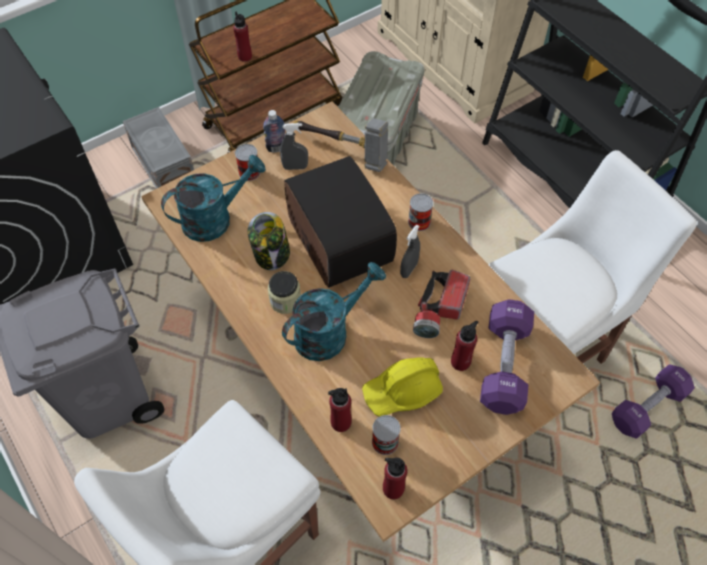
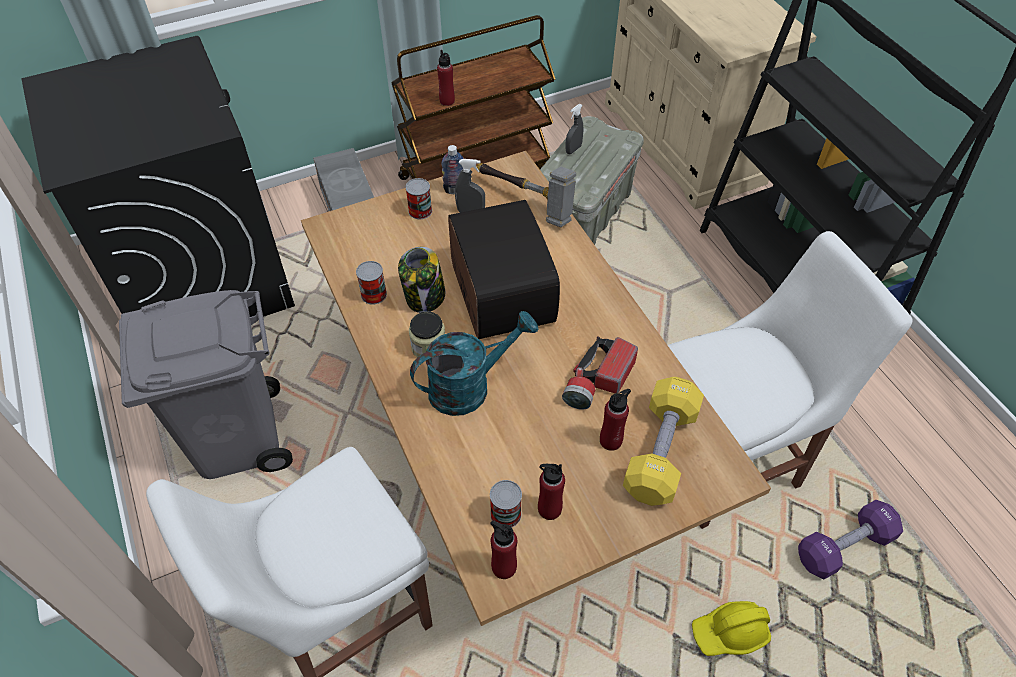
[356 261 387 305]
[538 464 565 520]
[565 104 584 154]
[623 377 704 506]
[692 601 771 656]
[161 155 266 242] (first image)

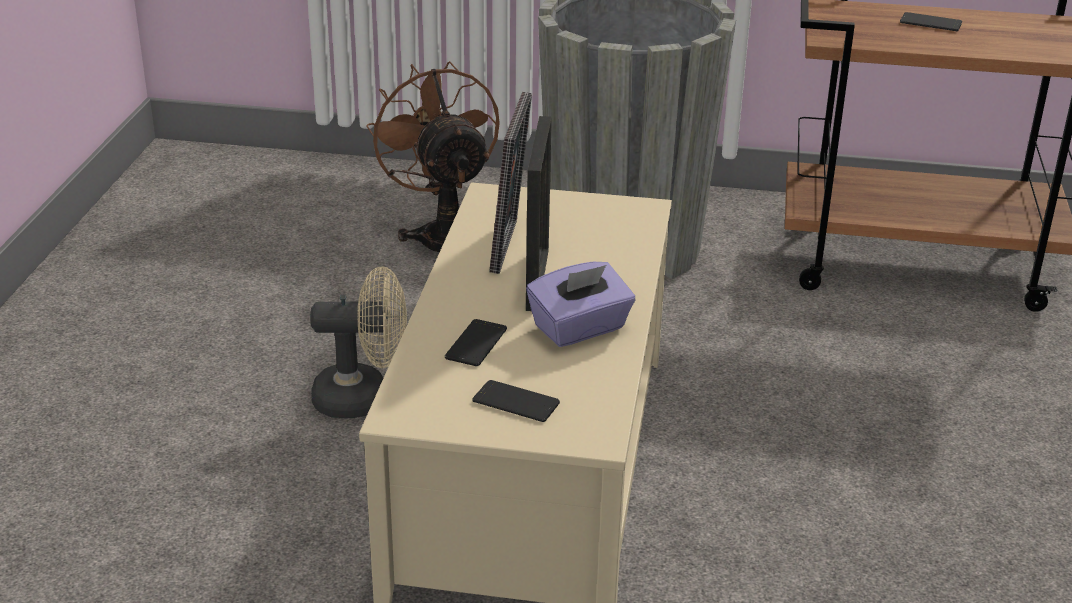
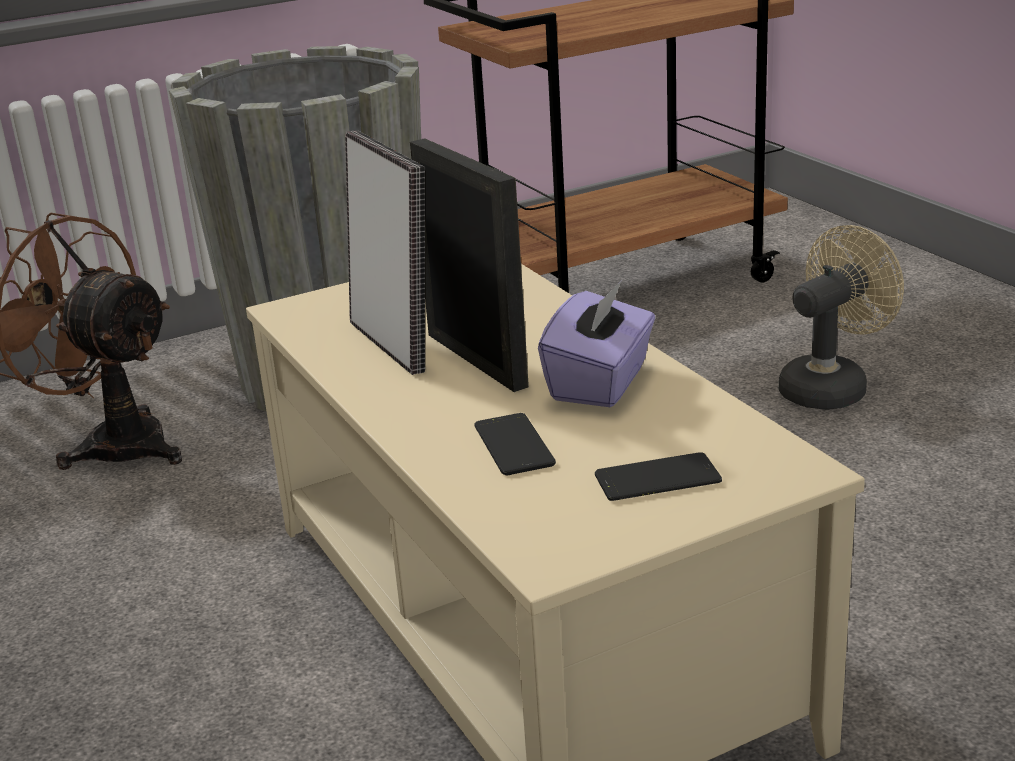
[779 225 904 410]
[900 12 962 31] (first image)

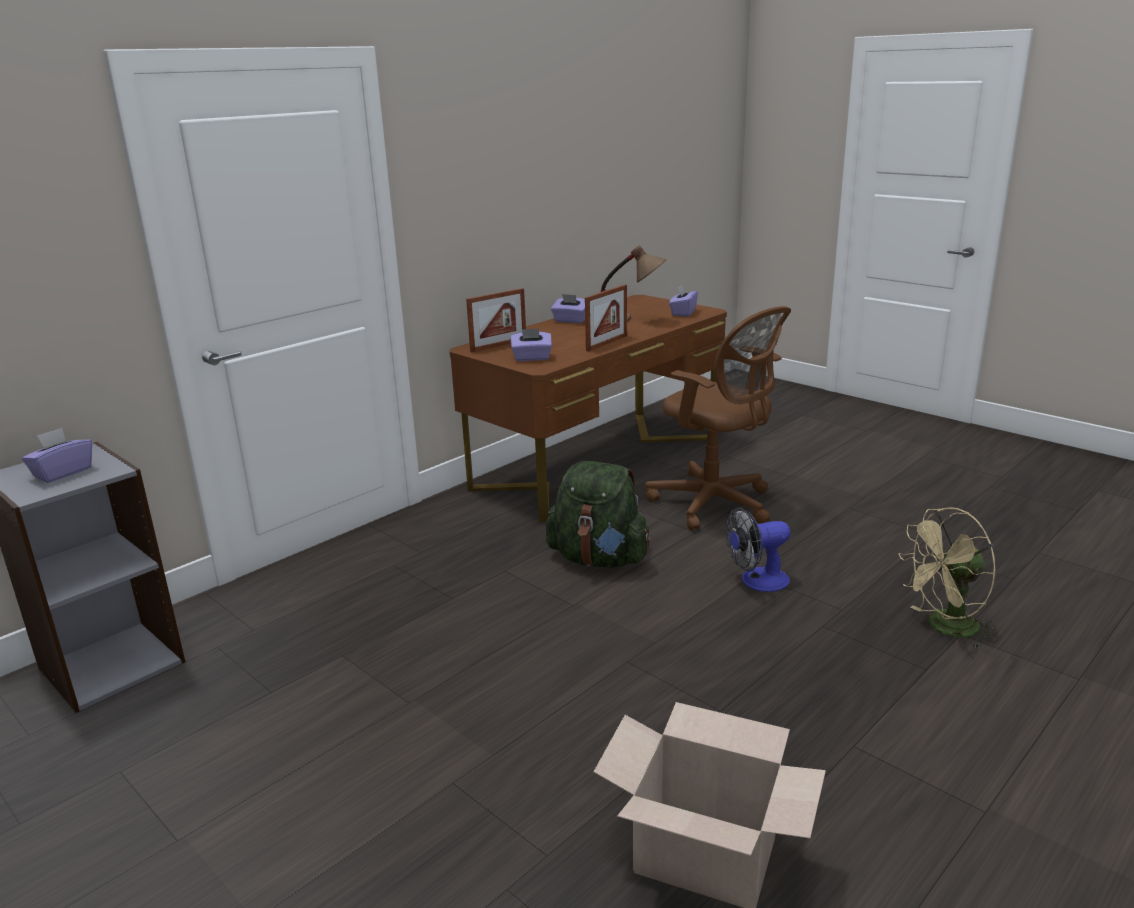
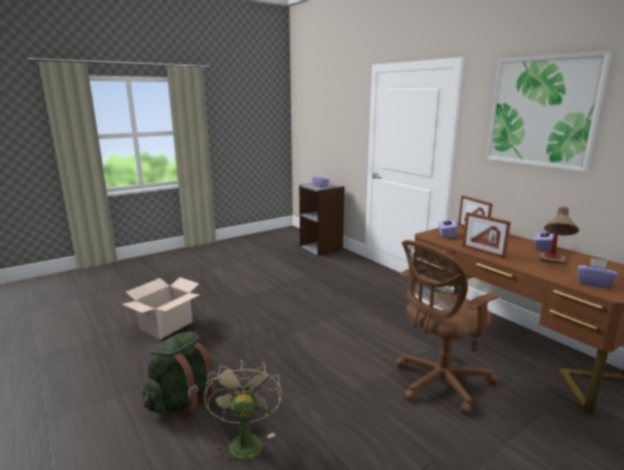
[143 331 217 417]
[486 51 613 172]
[725 507 790 592] (first image)

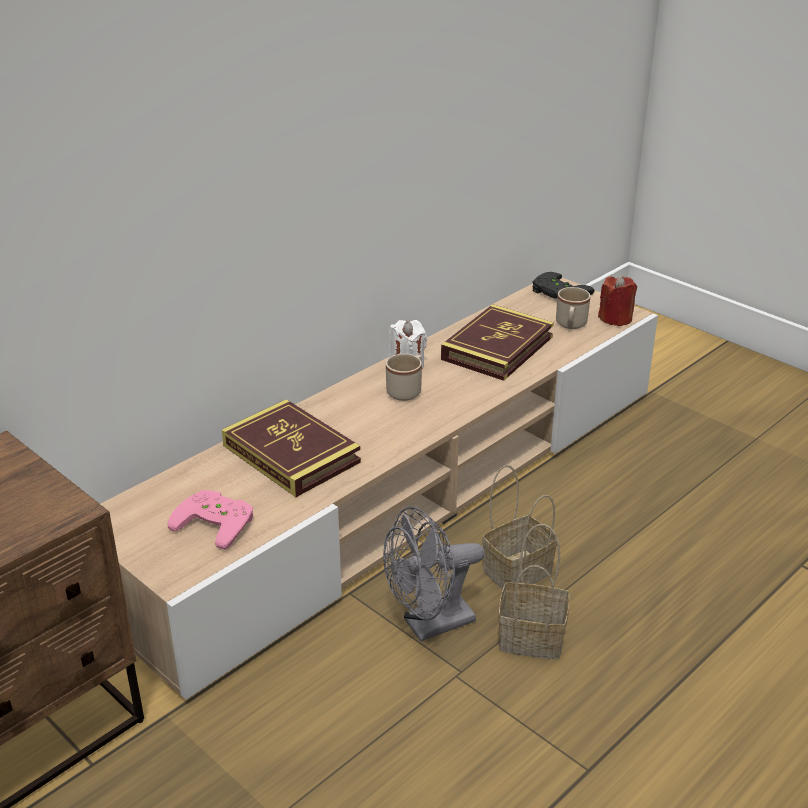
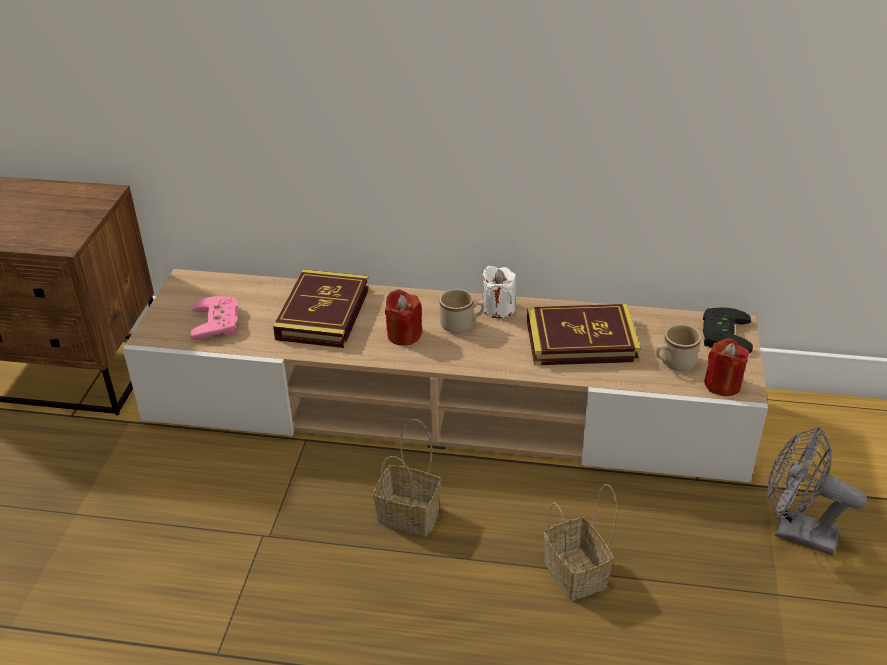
[385 289 423 345]
[544 484 617 601]
[768 427 867 555]

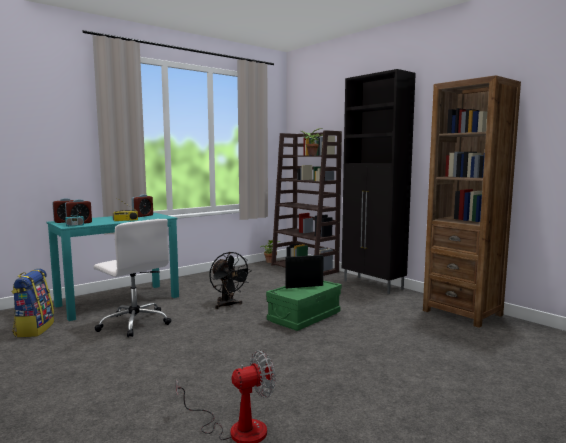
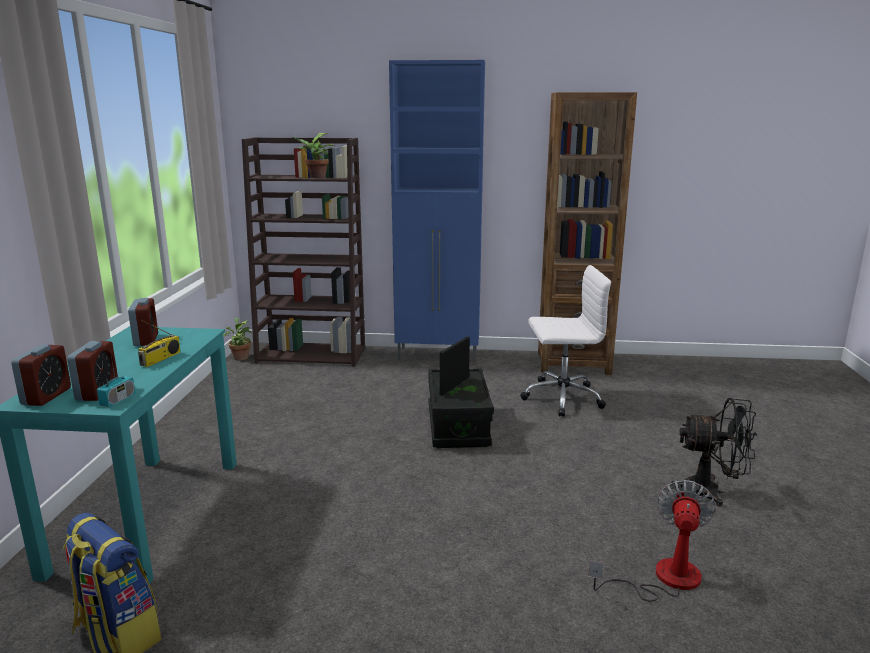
[389 60 485 363]
[428 368 494 448]
[520 265 611 417]
[670 398 757 507]

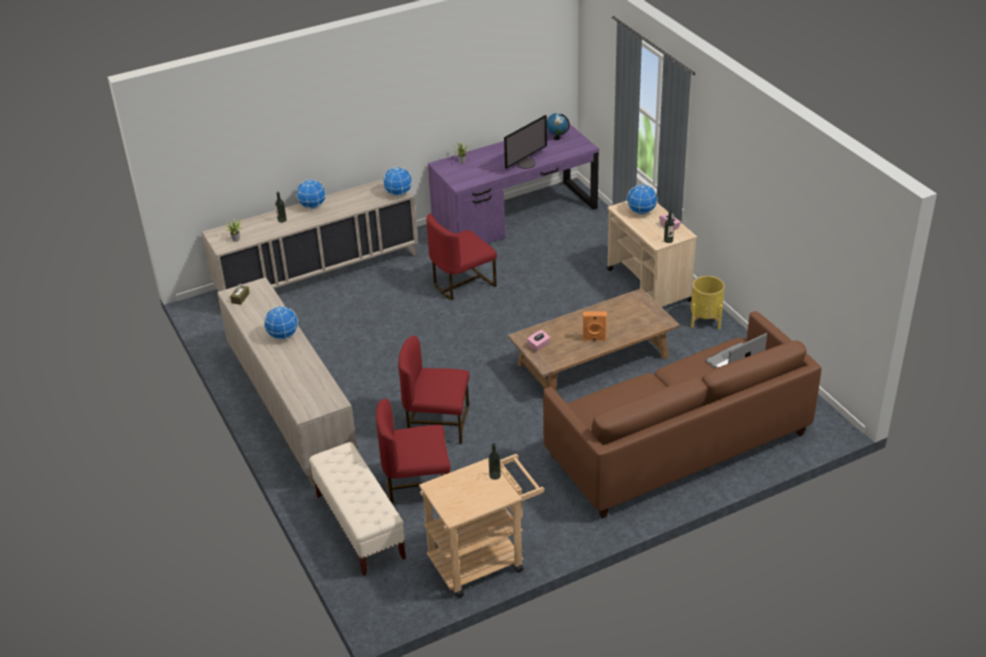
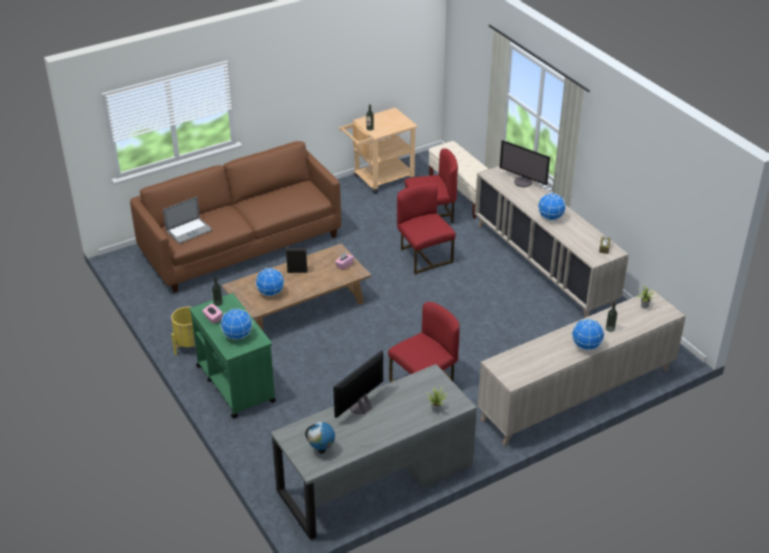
[189 293 276 418]
[255 268 284 296]
[271 364 477 540]
[286 248 308 273]
[397 183 456 274]
[500 140 550 187]

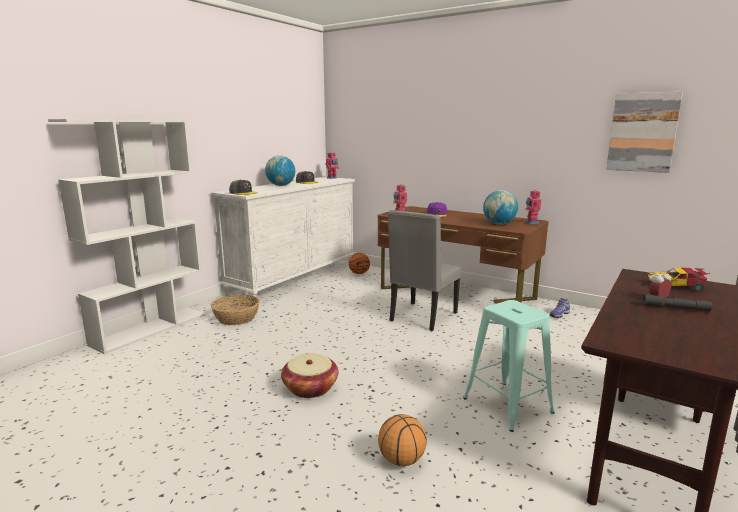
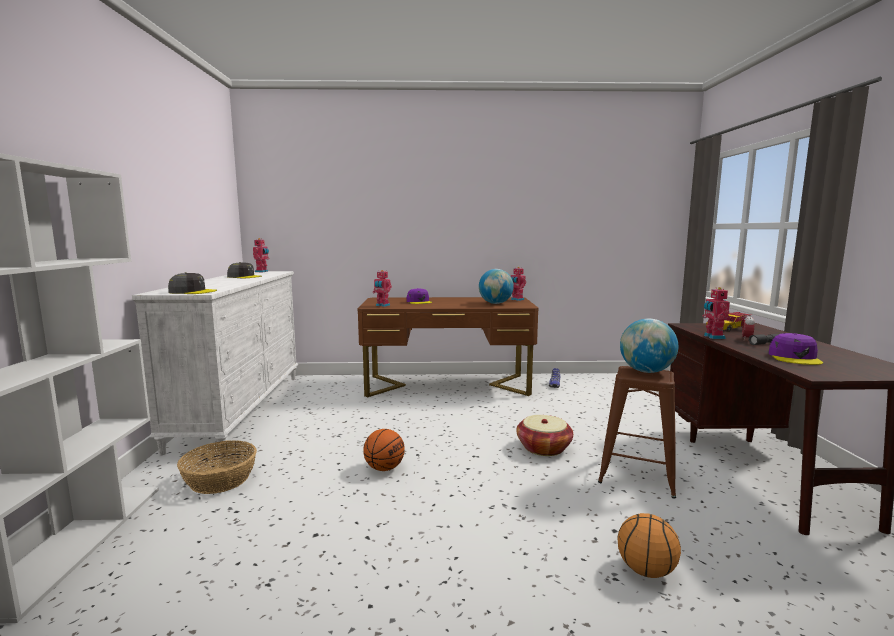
[363 429 405 471]
[516 415 573 456]
[598 366 676 498]
[620 319 678 373]
[703 287 730 339]
[769 333 823 365]
[388 210 461 331] (first image)
[606 92 683 173] (first image)

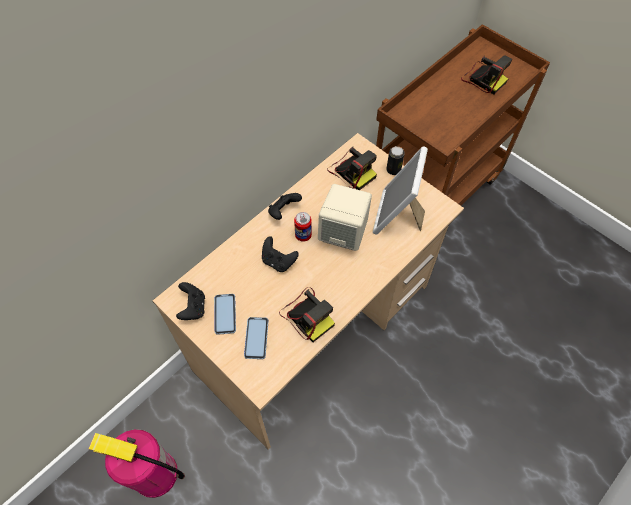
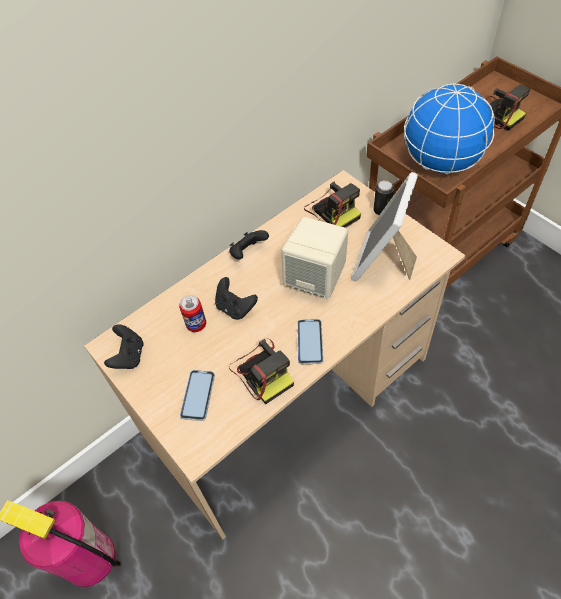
[179 295 206 332]
[297 319 323 364]
[404 83 495 175]

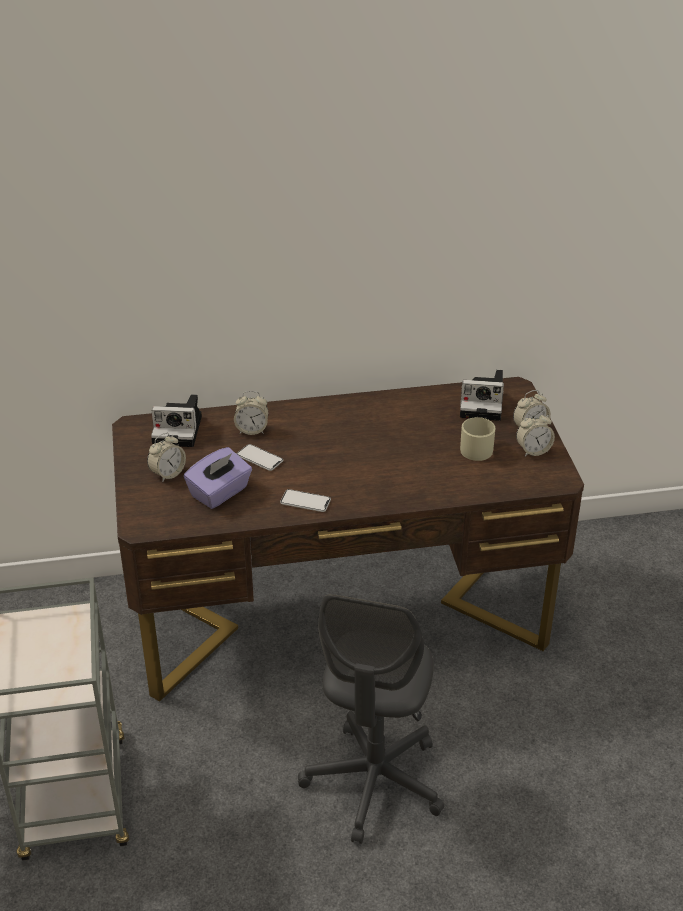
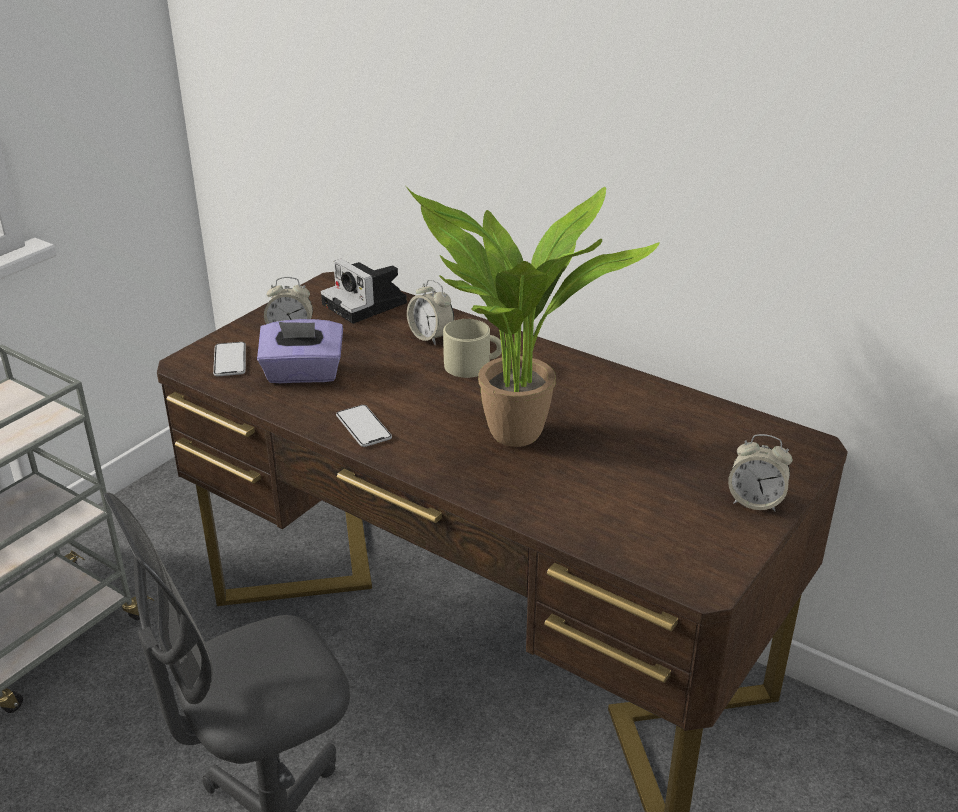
[213 342 246 376]
[406 187 660 447]
[443 319 502 378]
[460 370 504 421] (first image)
[516 411 555 456] (first image)

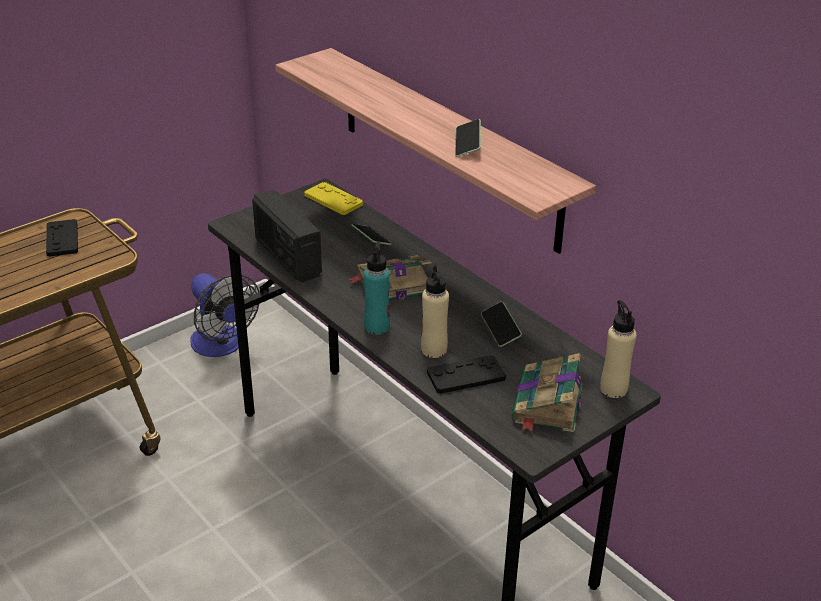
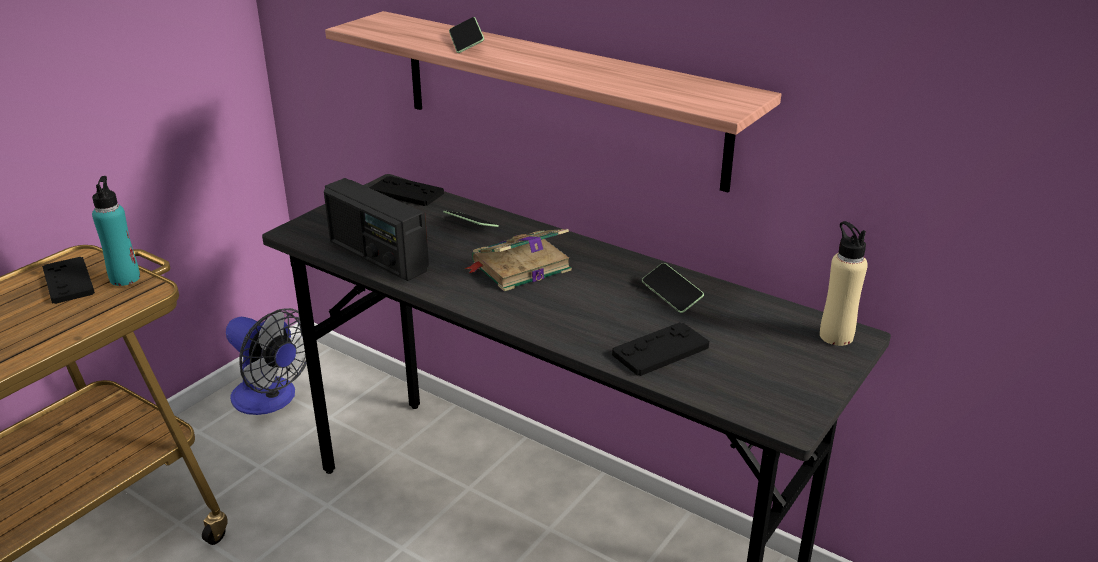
[92 176 140 286]
[370 176 444 206]
[449 17 484 53]
[421 265 449 358] (first image)
[511 353 582 432] (first image)

